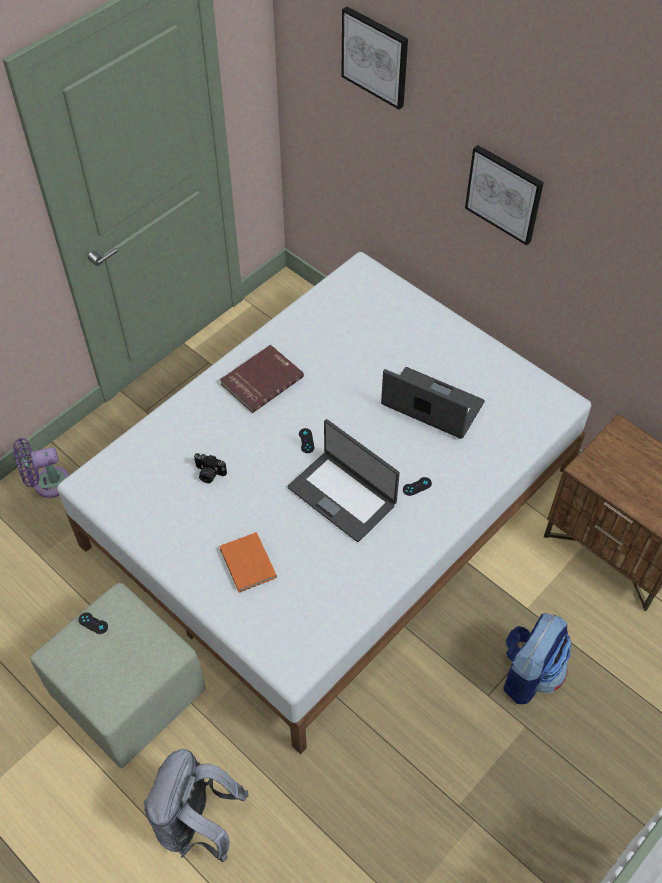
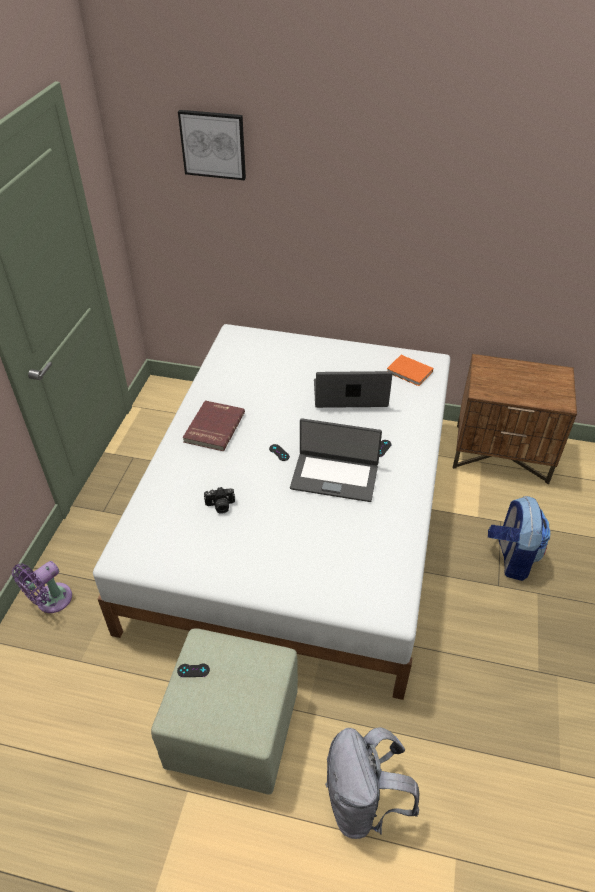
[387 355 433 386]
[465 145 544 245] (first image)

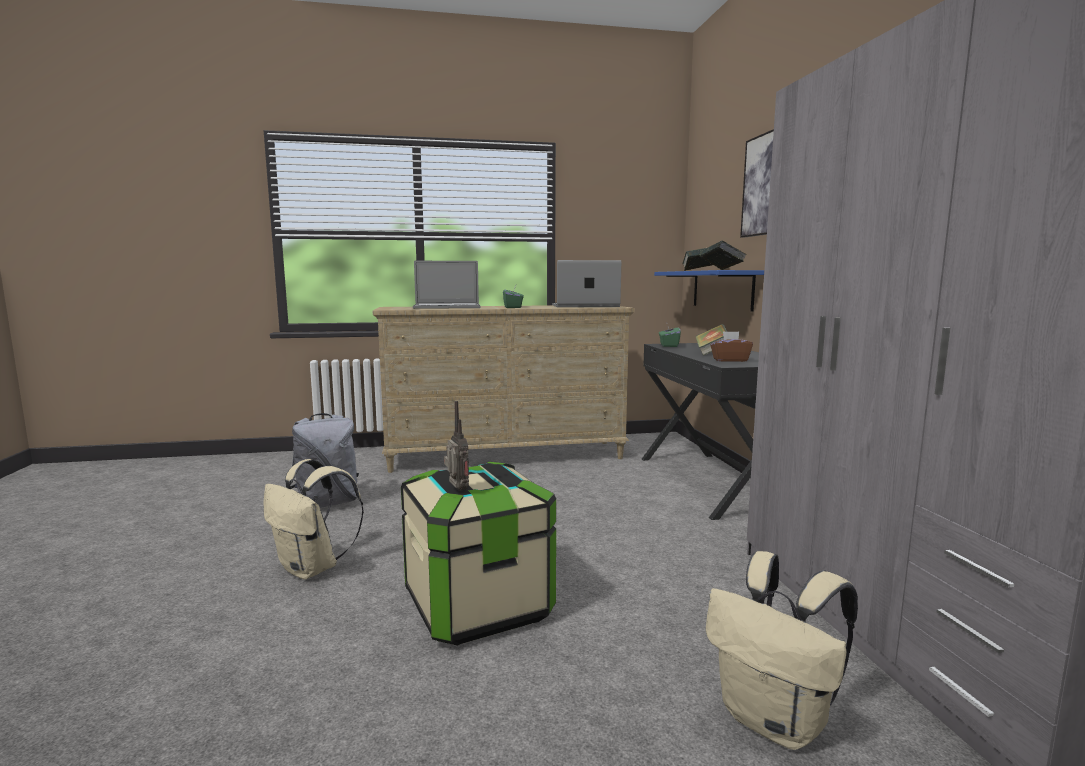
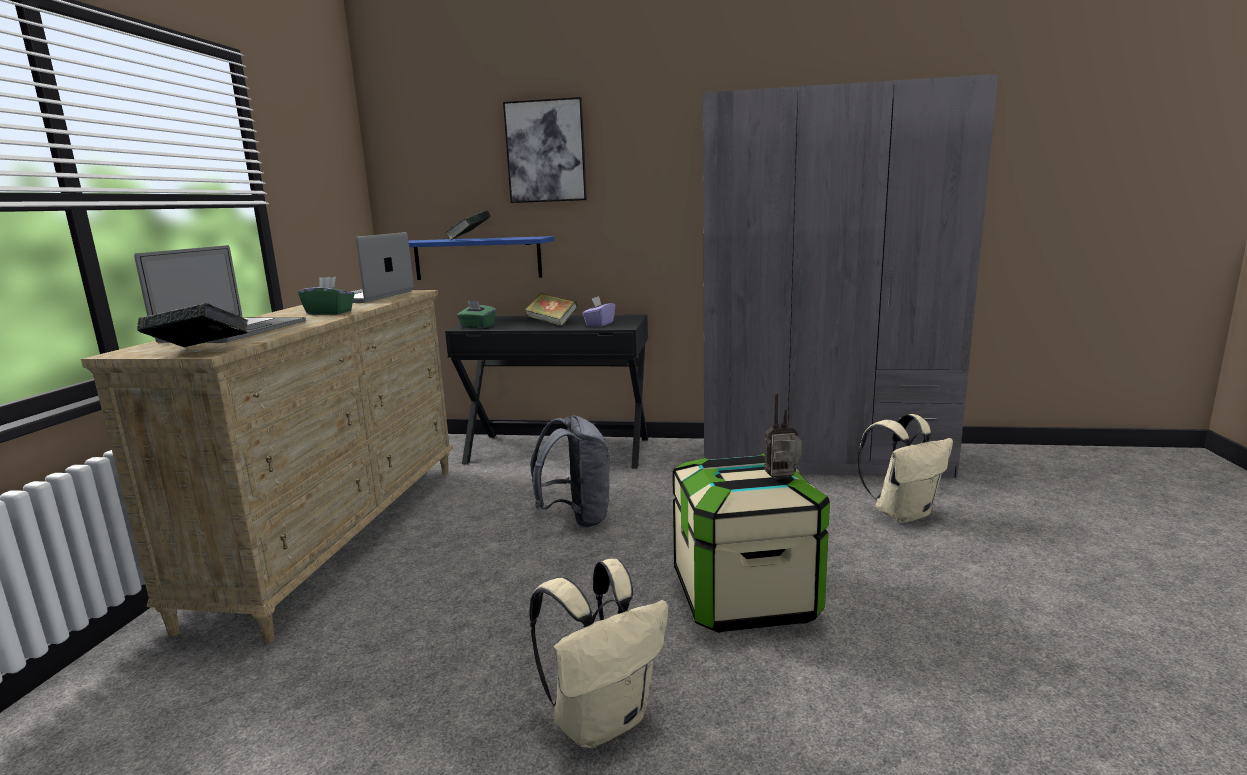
[137 303 248 347]
[530 416 611 528]
[582 296 616 327]

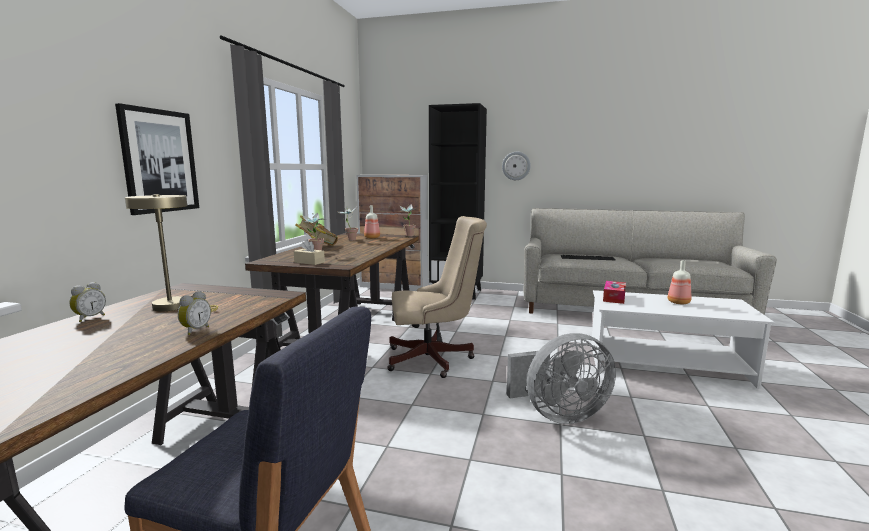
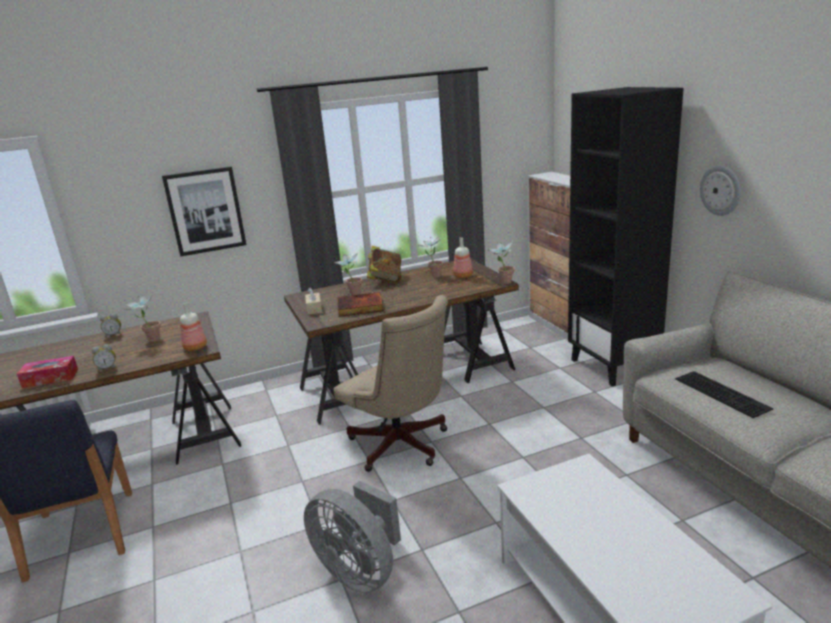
[17 356 78 388]
[125 294 161 342]
[180 302 207 351]
[337 292 384 317]

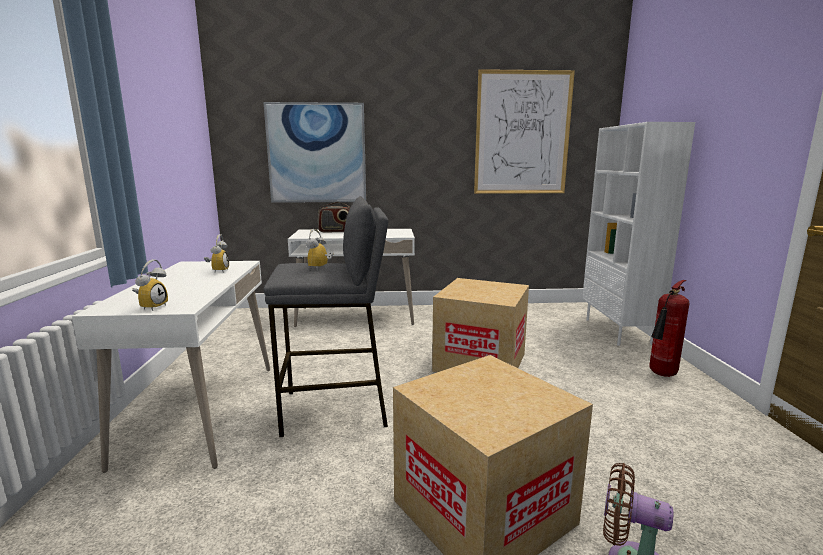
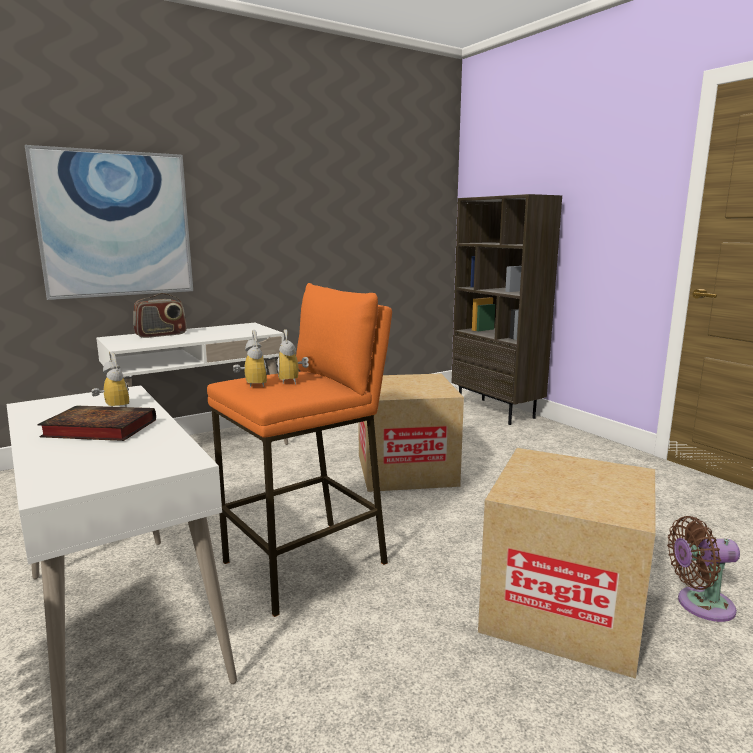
[37 405 156 441]
[207 283 392 617]
[233 330 267 388]
[452 194 562 425]
[474 69 575 194] (first image)
[649 280 689 377] (first image)

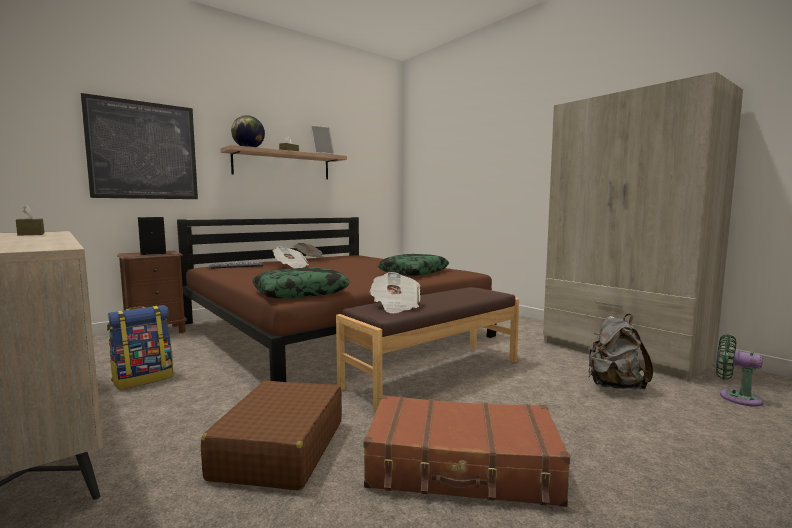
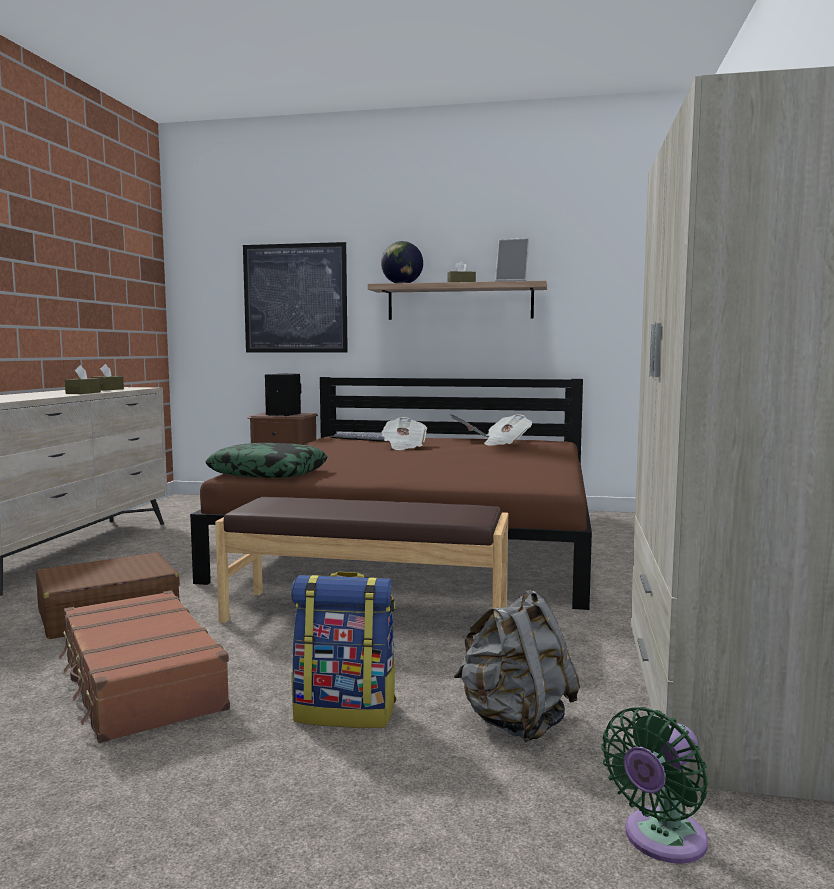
[65 365 101 394]
[291 572 397 728]
[484 414 532 446]
[601 707 708 864]
[378 254 449 276] (first image)

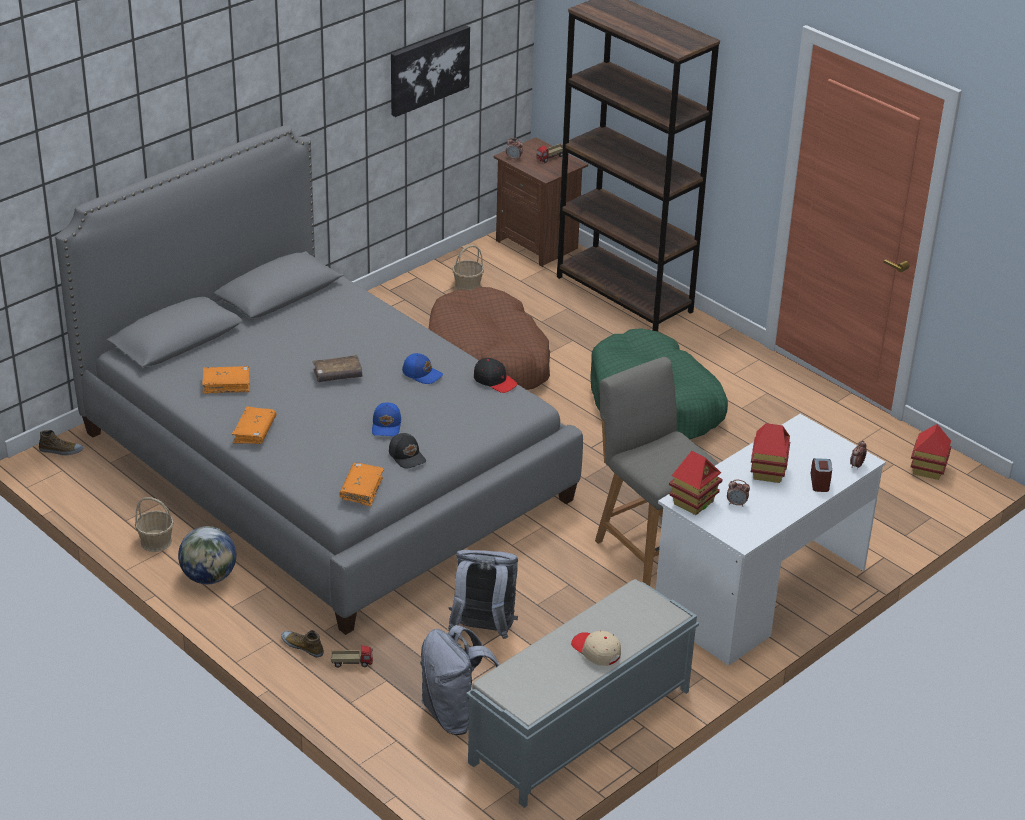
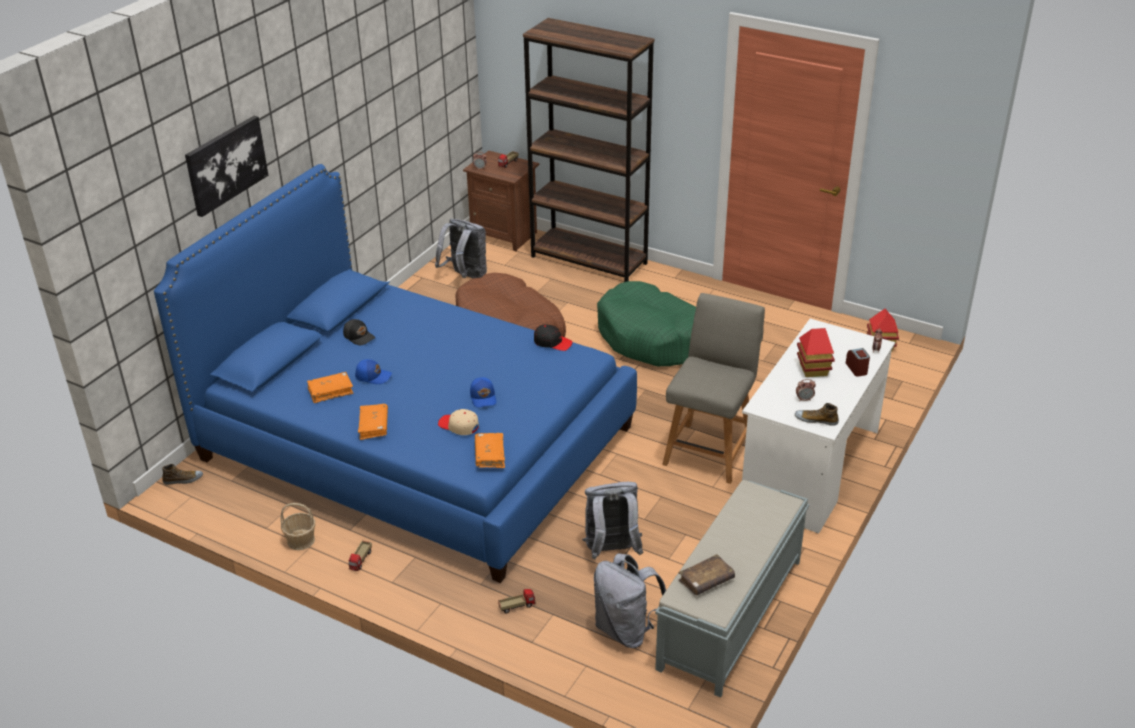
[154 164 637 583]
[185 116 268 217]
[343 319 375 345]
[349 541 372 571]
[355 359 392 384]
[435 219 487 278]
[438 409 479 435]
[663 293 765 484]
[678 554 735 596]
[795 403 839 426]
[669 451 722 515] (first image)

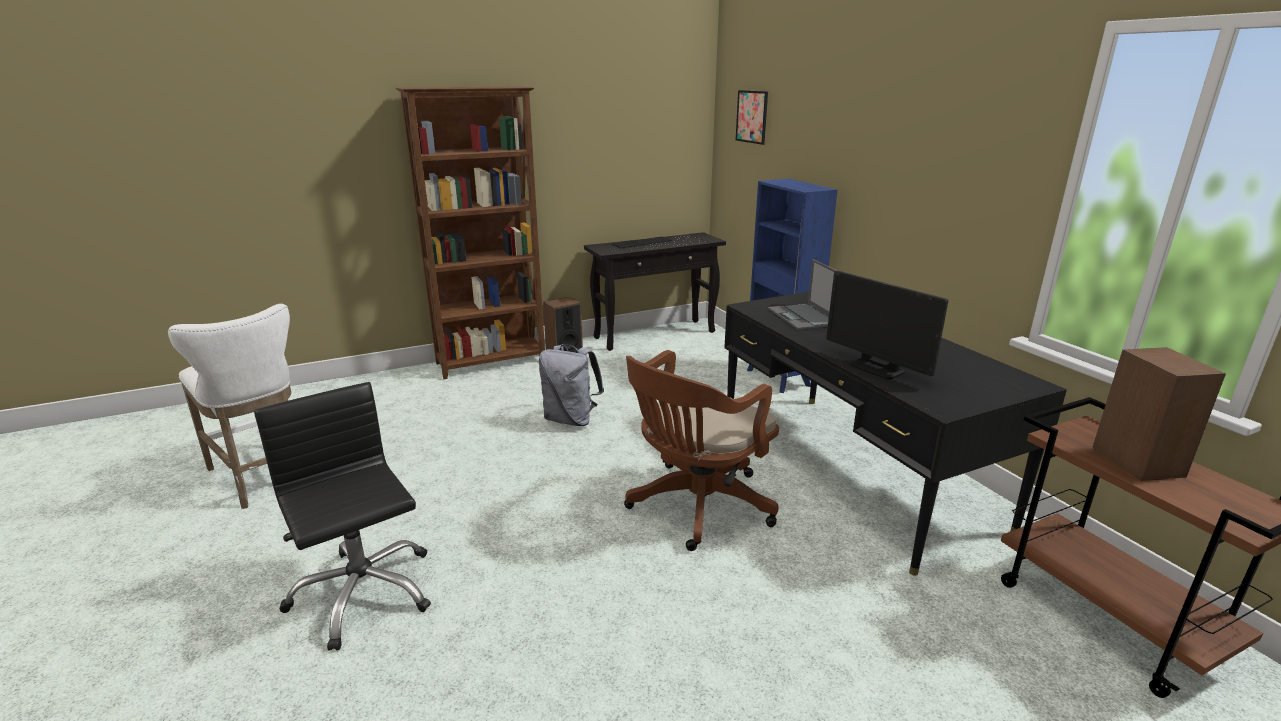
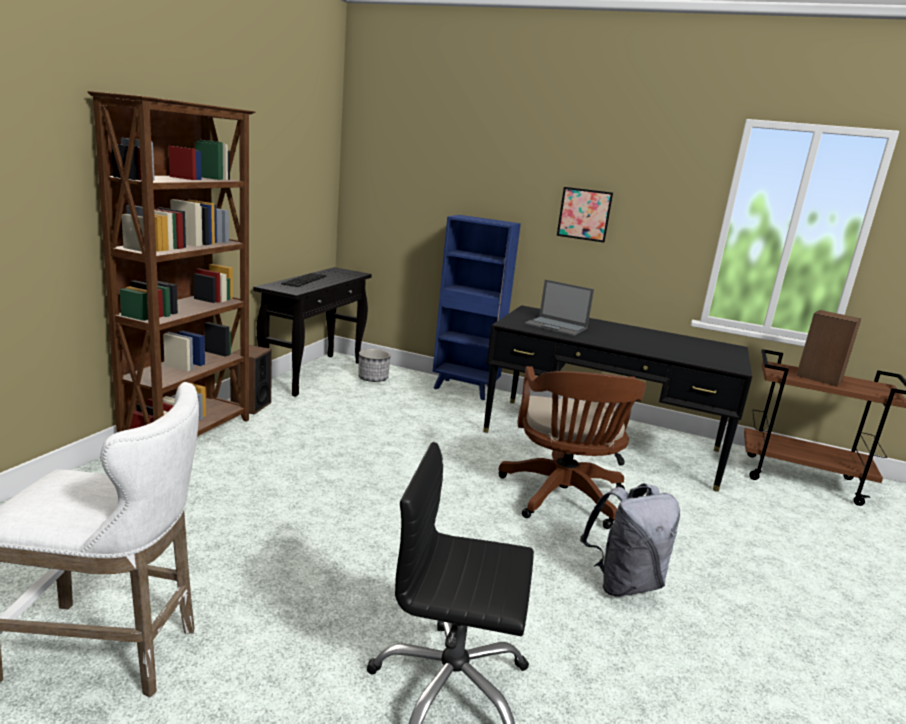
[358 349 391 382]
[557 187 613 242]
[580 483 680 597]
[826 271 948 379] (first image)

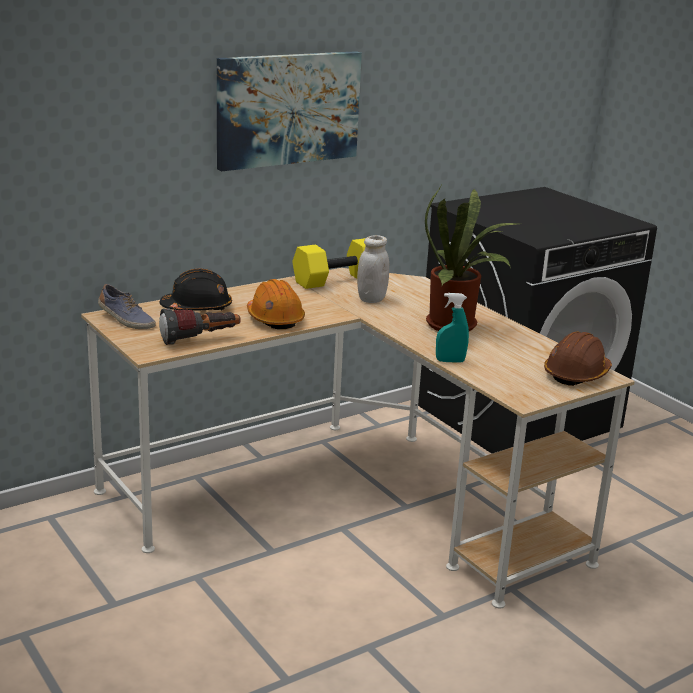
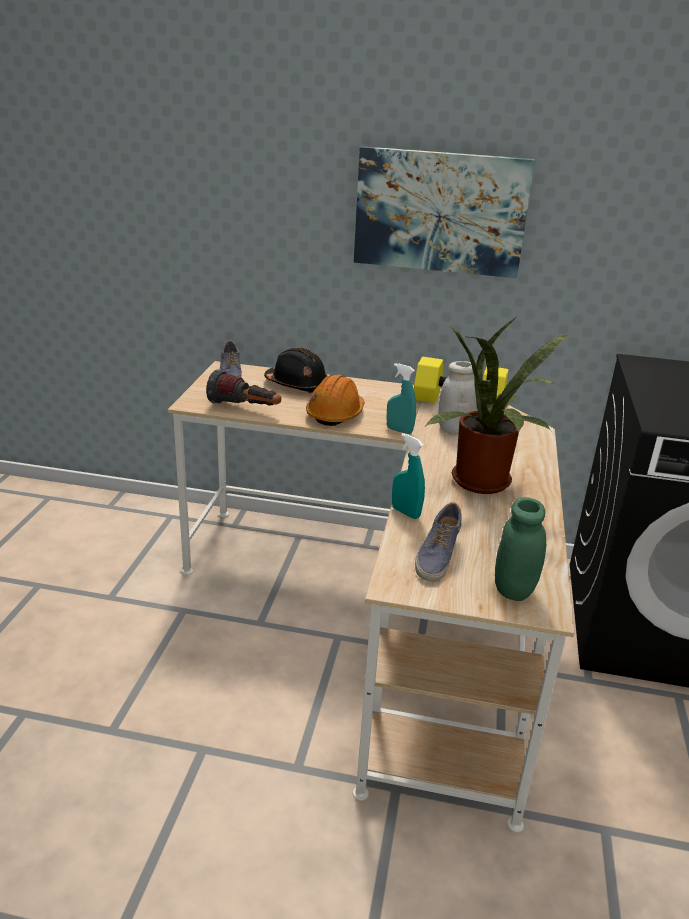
[387 363 416 434]
[415 502 462 582]
[495 497 546 601]

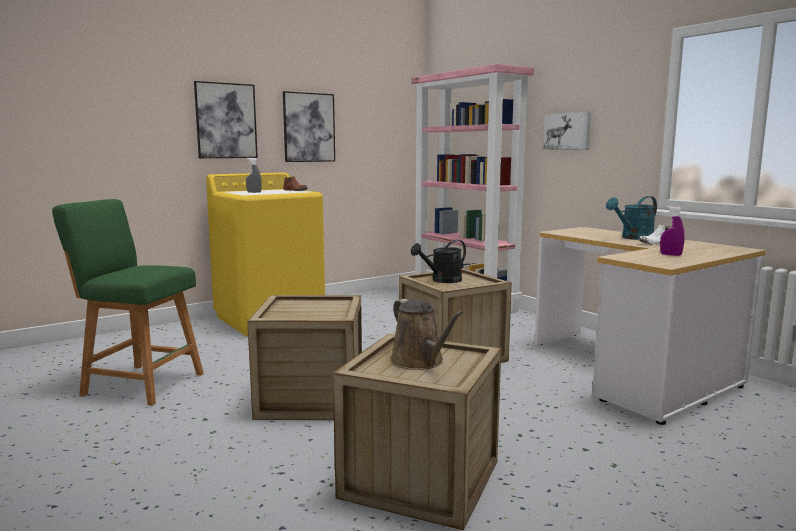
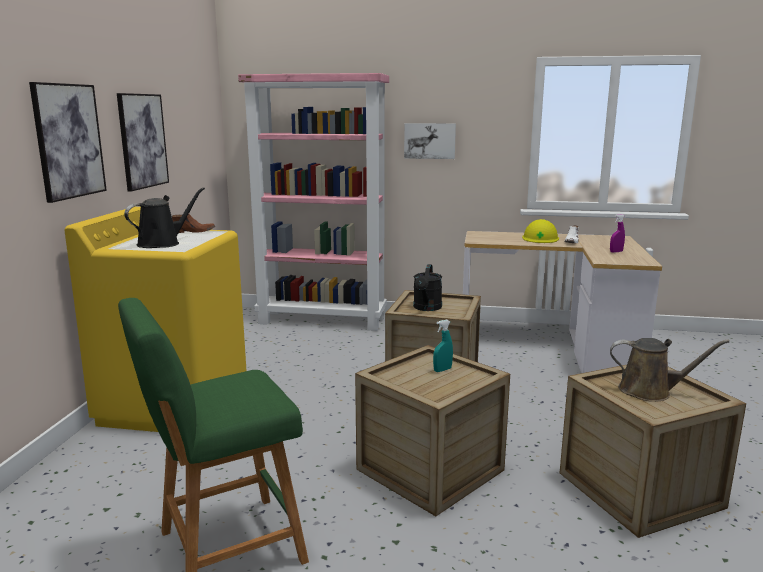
[124 187 205 248]
[433 319 453 372]
[522 219 559 243]

